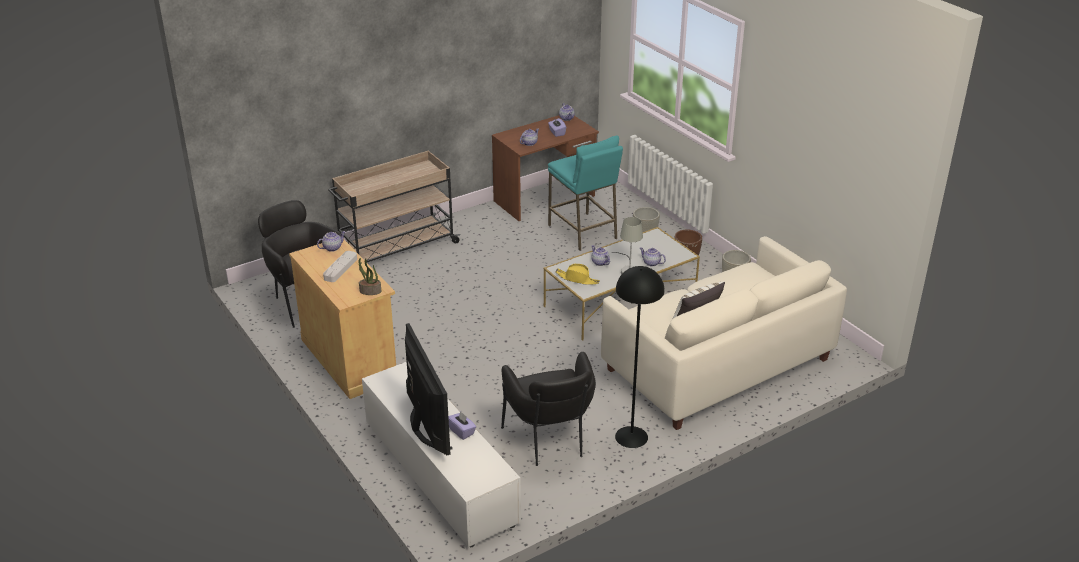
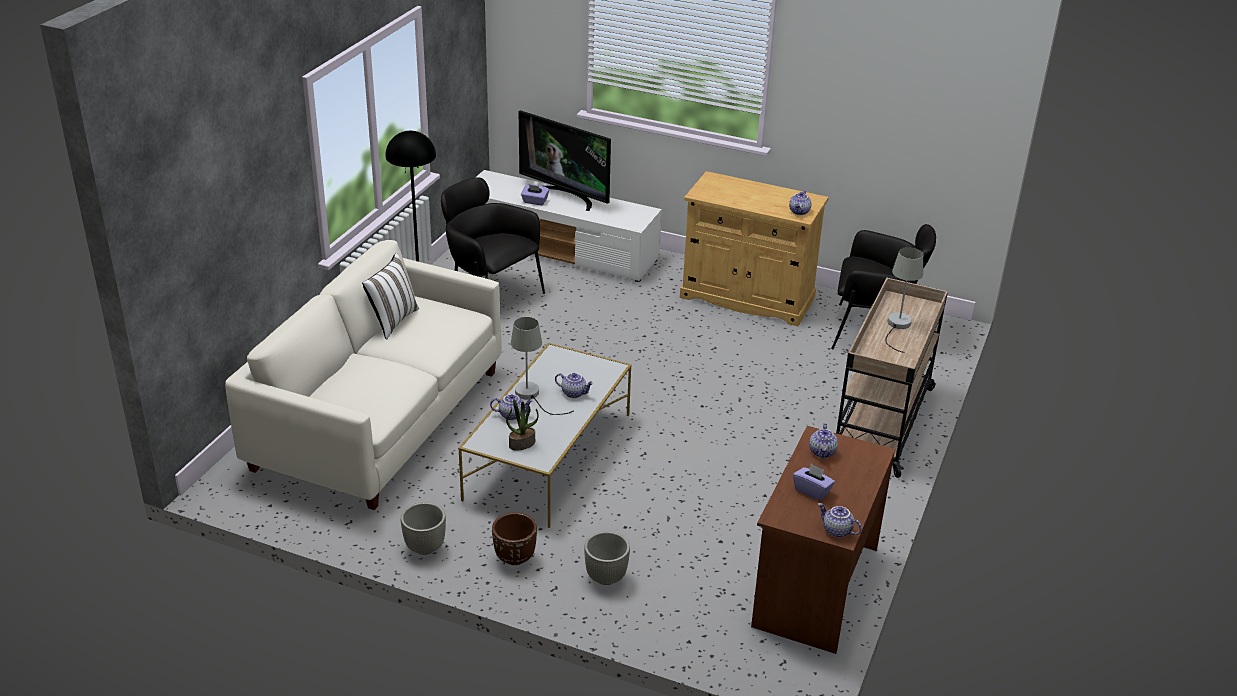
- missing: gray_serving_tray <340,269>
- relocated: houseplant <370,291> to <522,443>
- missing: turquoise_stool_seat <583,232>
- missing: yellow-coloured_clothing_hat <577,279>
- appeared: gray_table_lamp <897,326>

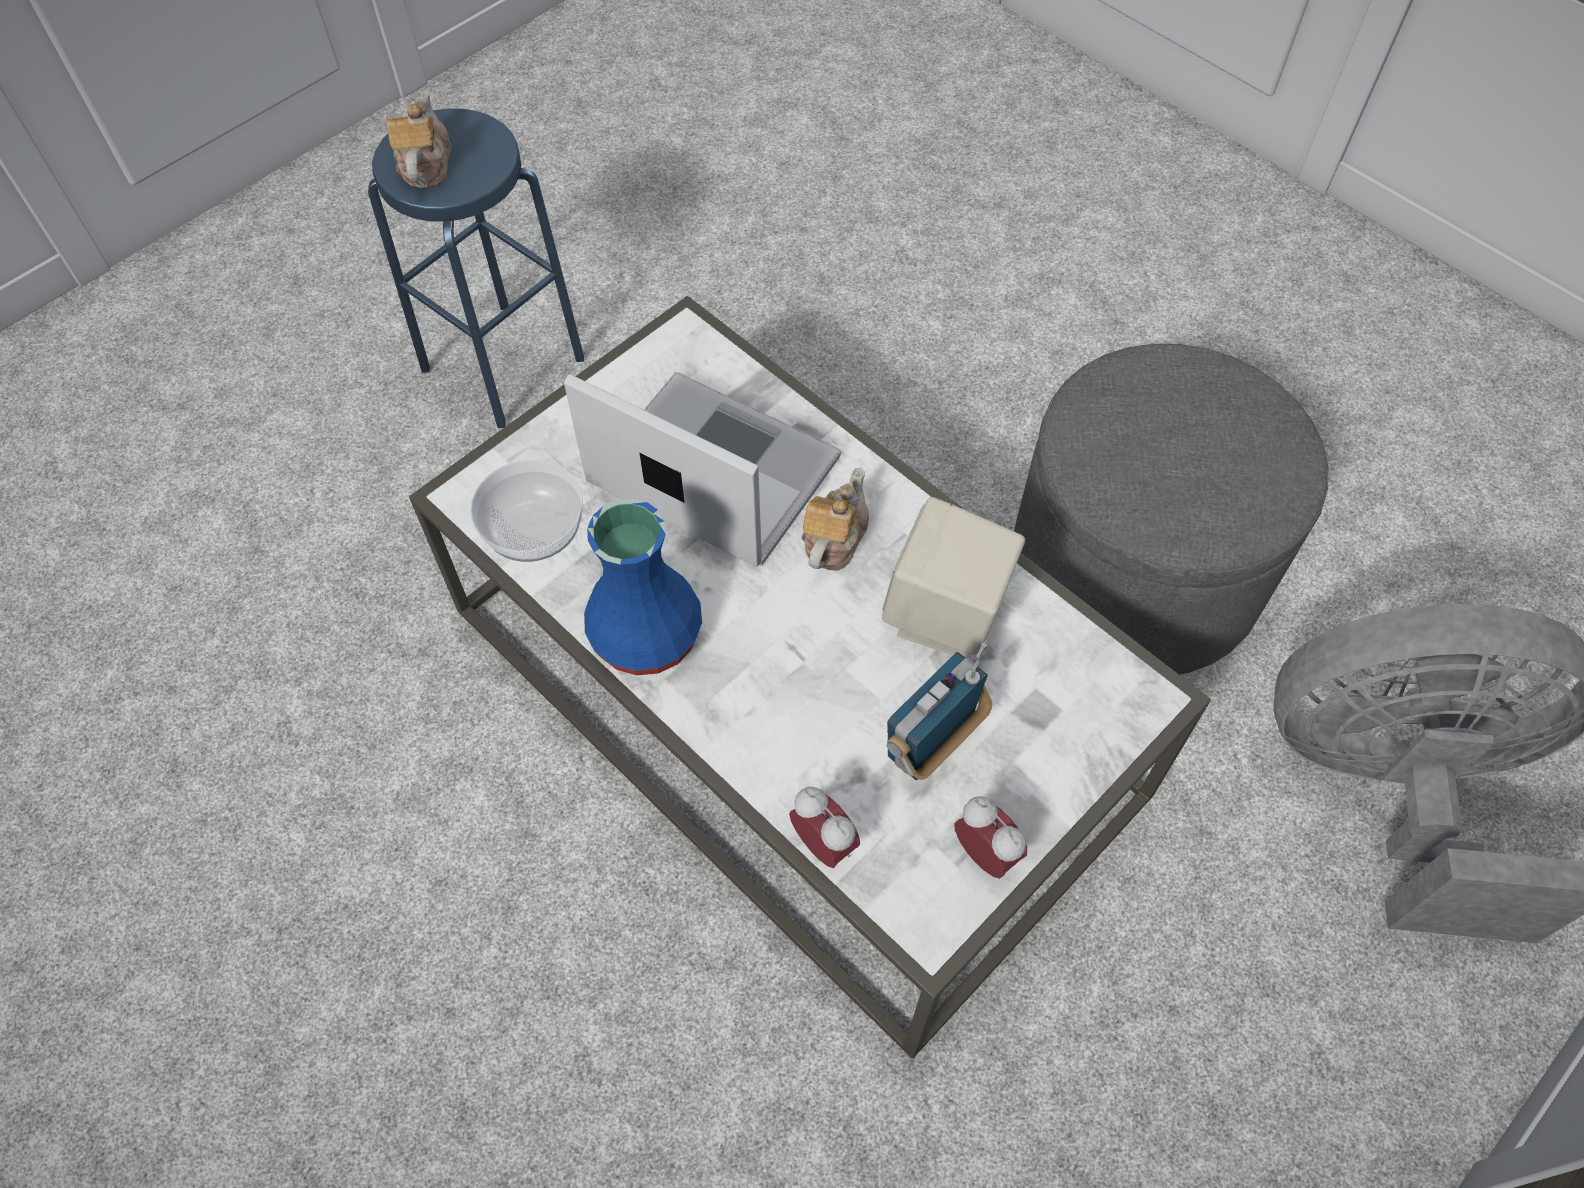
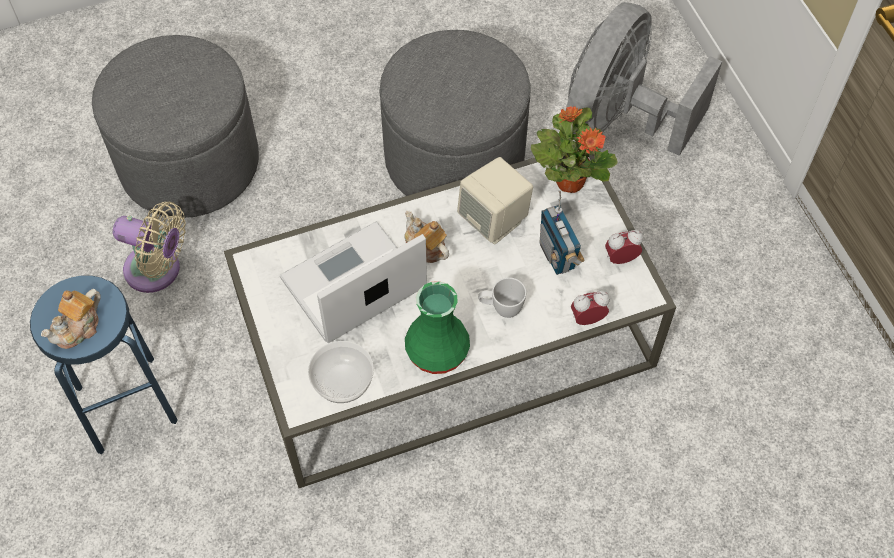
- spun: pot_for_tea <425,164> = <78,328> 75 degrees counterclockwise
- colour: bluish_vase <647,632> to green-coloured_vase <436,350>
- appeared: gray_footrest <190,163>
- appeared: beige_fan <158,270>
- appeared: white-coloured_tea_mug <501,308>
- appeared: houseplant <569,181>

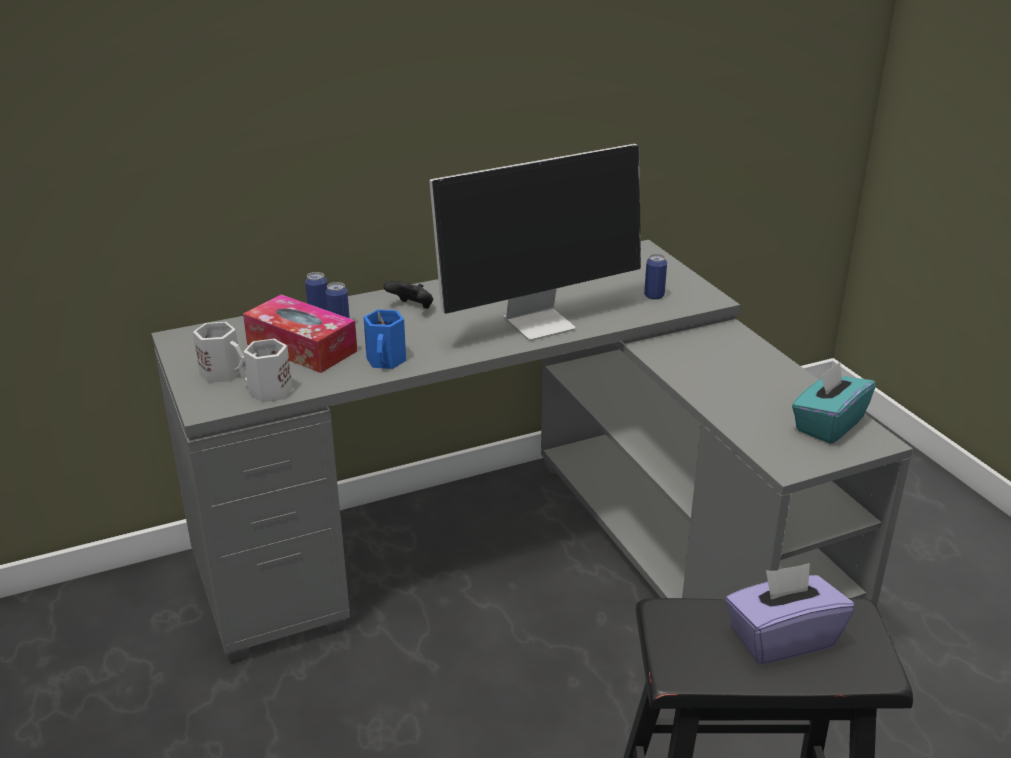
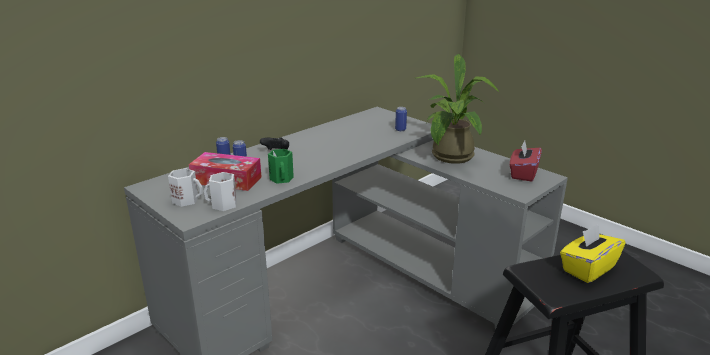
- colour: bluish_tea_mug <387,360> to green-coloured_tea_mug <282,178>
- missing: computer_display <540,322>
- colour: purple_tissue_holder <782,638> to yellow-coloured_tissue_holder <587,269>
- colour: turquoise_tissue_holder <828,425> to red_tissue_holder <523,173>
- appeared: houseplant <450,158>

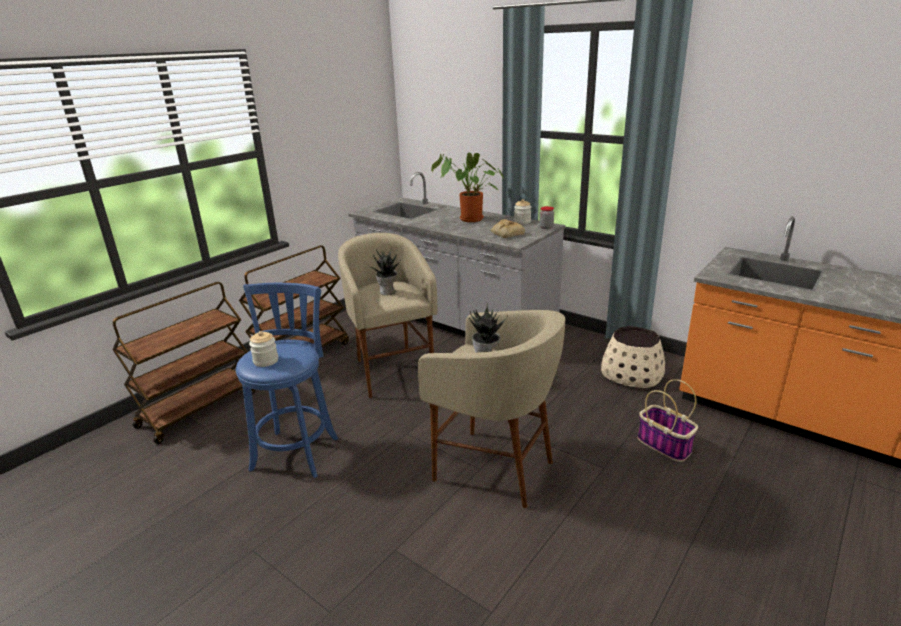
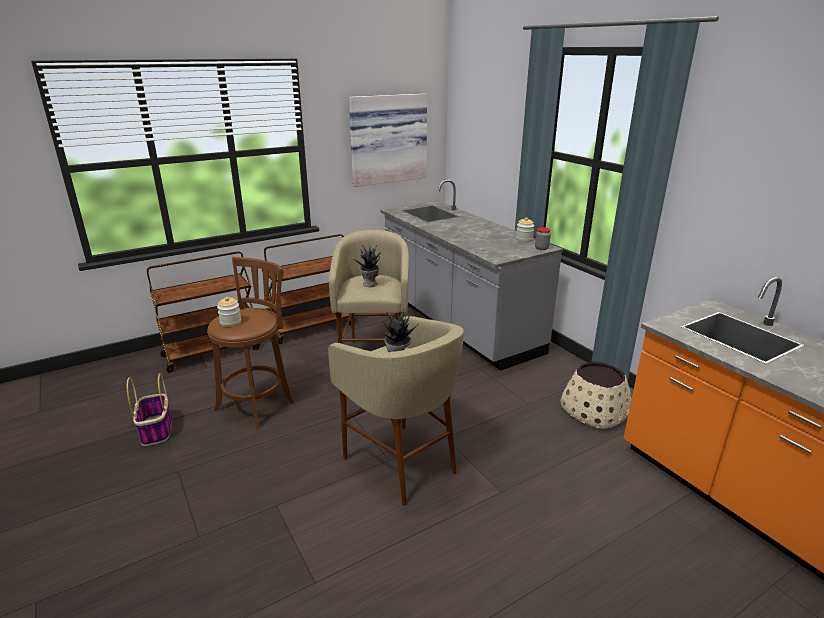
- colour: bluish_stool_seat <297,450> to brown_stool_seat <258,403>
- missing: houseplant <469,220>
- missing: baked_bread <506,233>
- relocated: storage_basket <665,445> to <156,430>
- appeared: wall_picture <387,139>

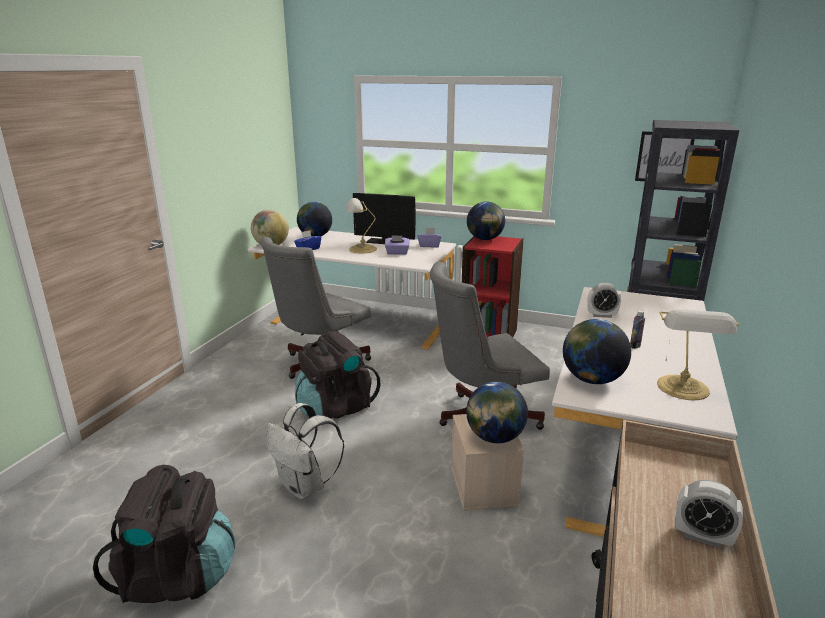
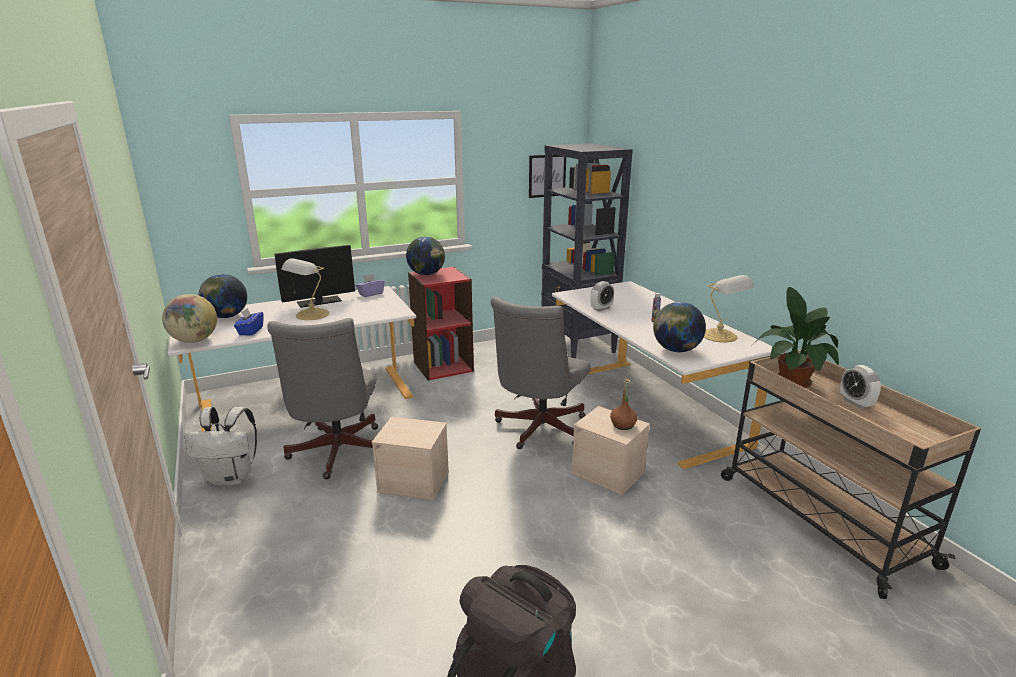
- relocated: white-coloured_rucksack <305,487> to <231,477>
- exchanged: black-coloured_rucksack <335,408> to beige_storage_bin <414,481>
- missing: purple_tissue_holder <397,253>
- exchanged: desk_globe <495,437> to brown_beverage_bottle <623,425>
- spun: bedside_clock <702,536> = <856,403> 90 degrees clockwise
- appeared: houseplant <792,379>

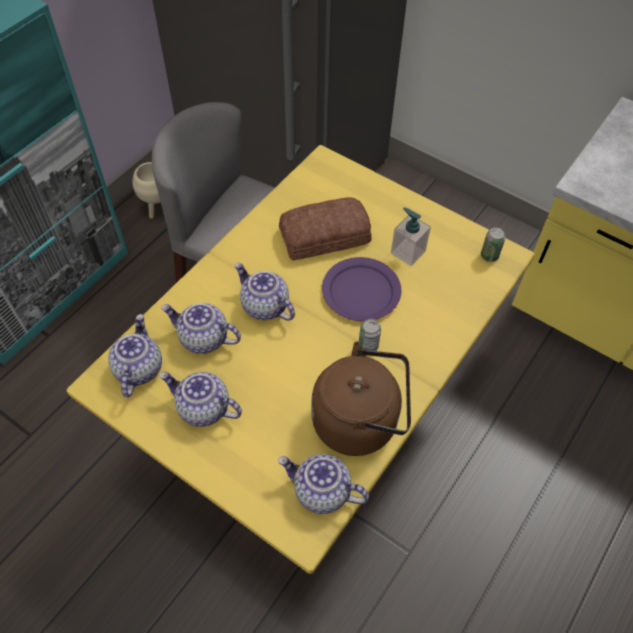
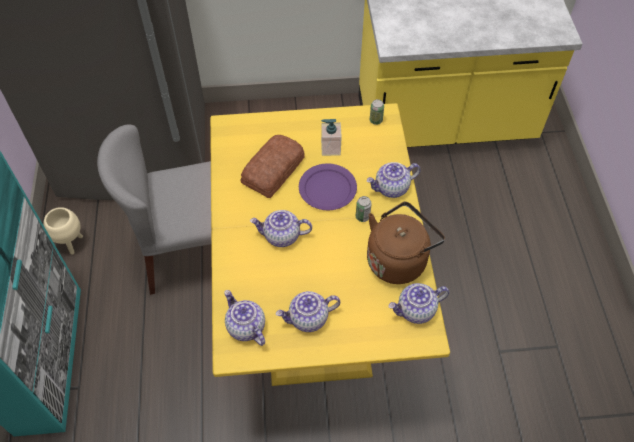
- relocated: pot_for_tea <203,339> to <391,188>

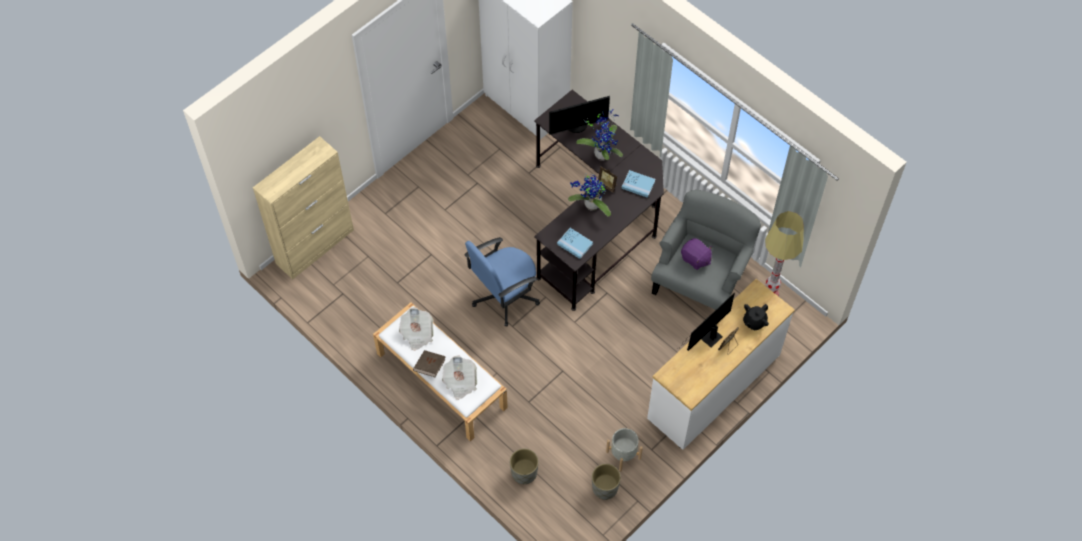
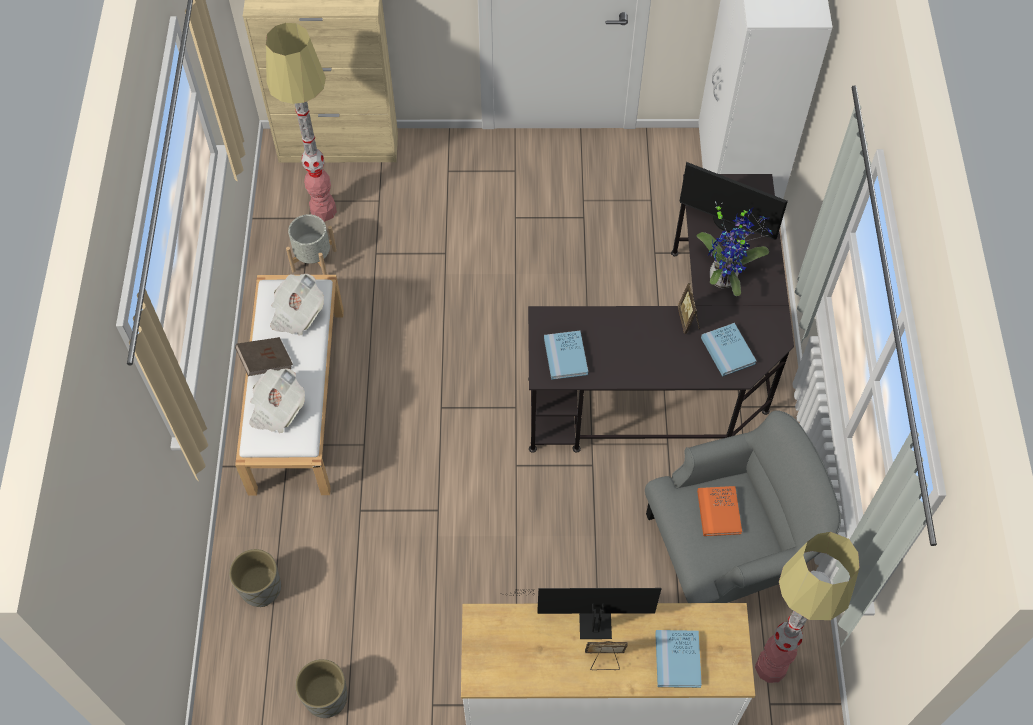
- missing: bluish_computer_chair <504,296>
- missing: houseplant <590,206>
- relocated: gray_planter <623,455> to <314,260>
- exchanged: purple_cuddly_toy <695,259> to orange_book <719,512>
- exchanged: black-coloured_pot_for_tea <754,322> to bluish_book <677,659>
- appeared: standing_lamp <323,211>

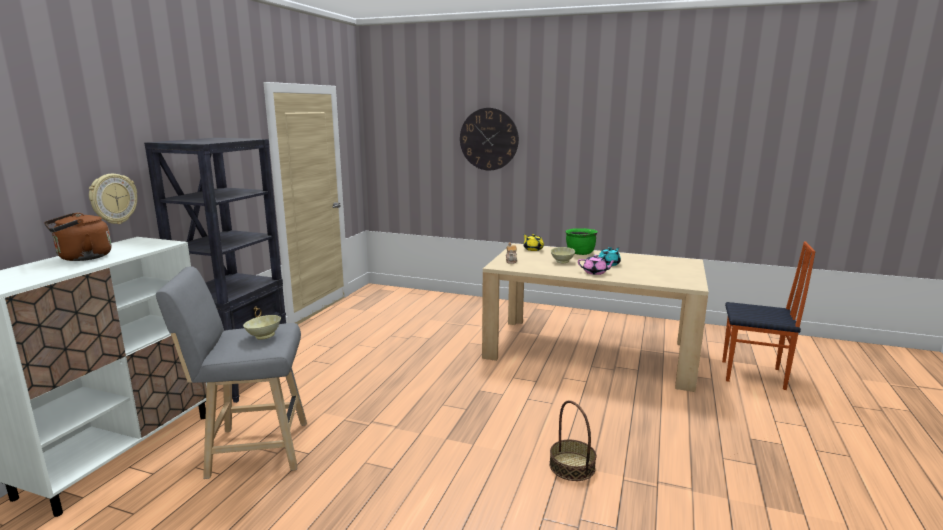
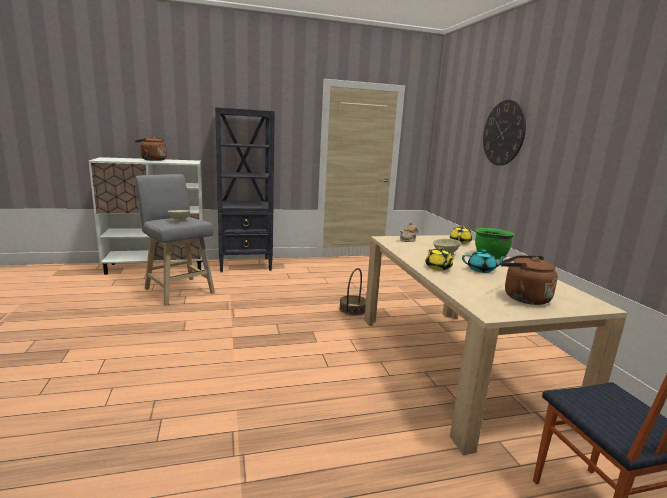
- missing: clock_on_the_wall <113,199>
- relocated: storage_basket <572,466> to <353,309>
- colour: pink_pot_for_tea <595,272> to yellow-coloured_pot_for_tea <438,268>
- appeared: brown_kettle <523,298>

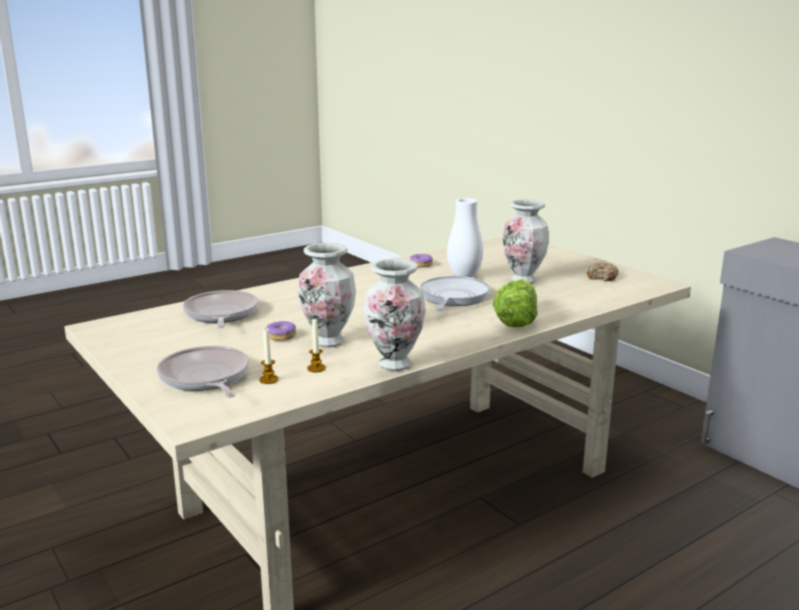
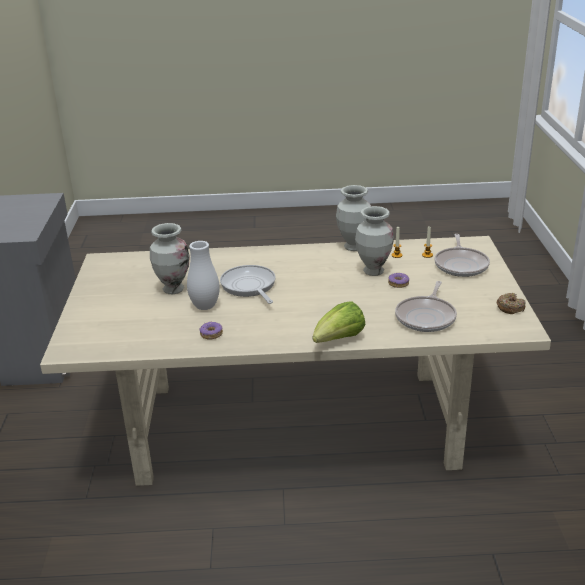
- spun: frying_pan <452,297> = <249,286> 105 degrees clockwise
- relocated: head_of_lettuce <516,320> to <339,340>
- relocated: doughnut <602,277> to <510,308>

